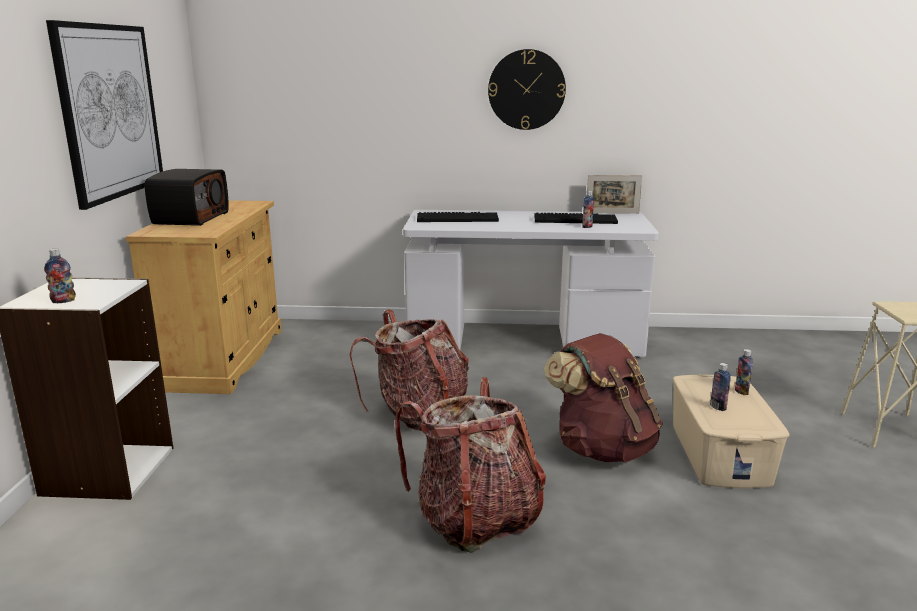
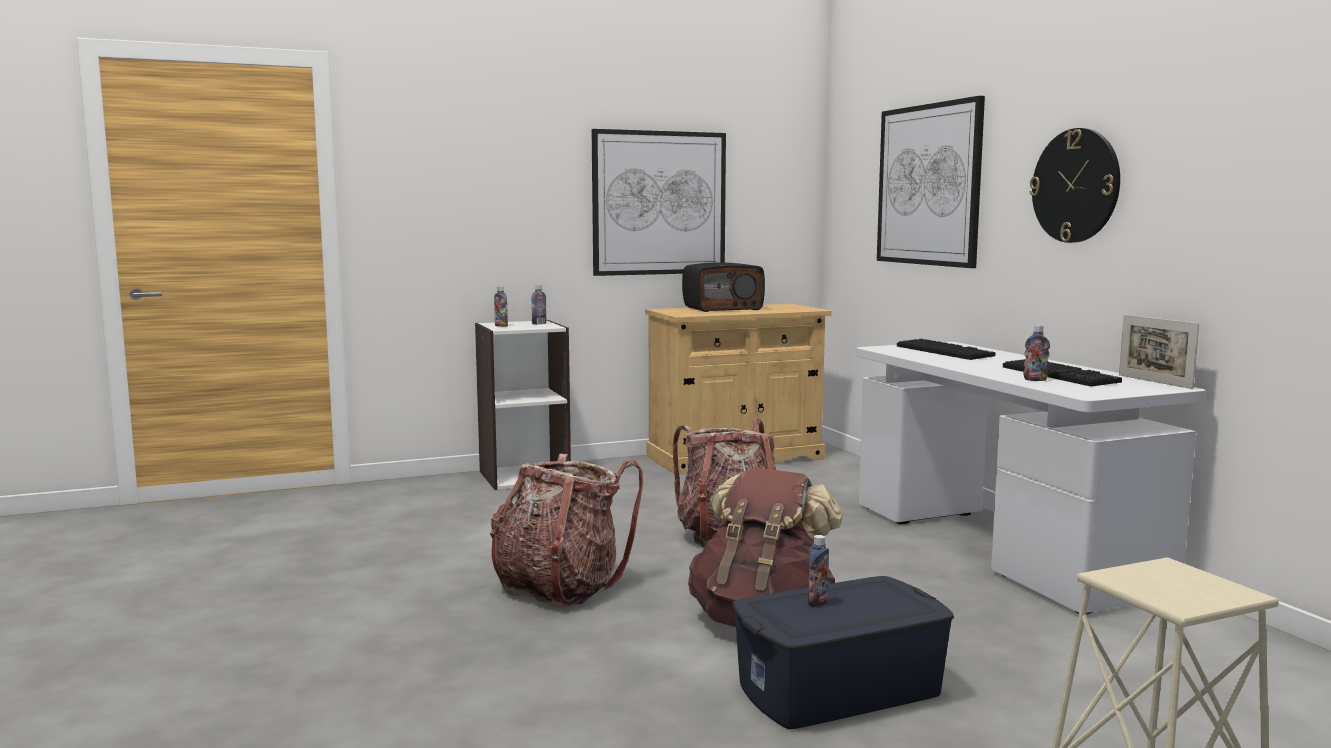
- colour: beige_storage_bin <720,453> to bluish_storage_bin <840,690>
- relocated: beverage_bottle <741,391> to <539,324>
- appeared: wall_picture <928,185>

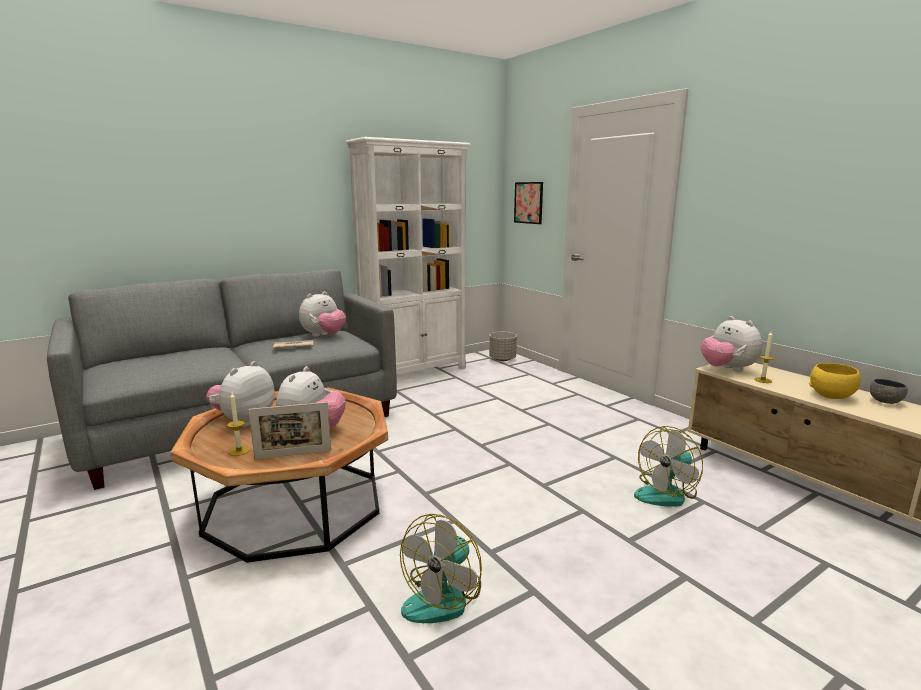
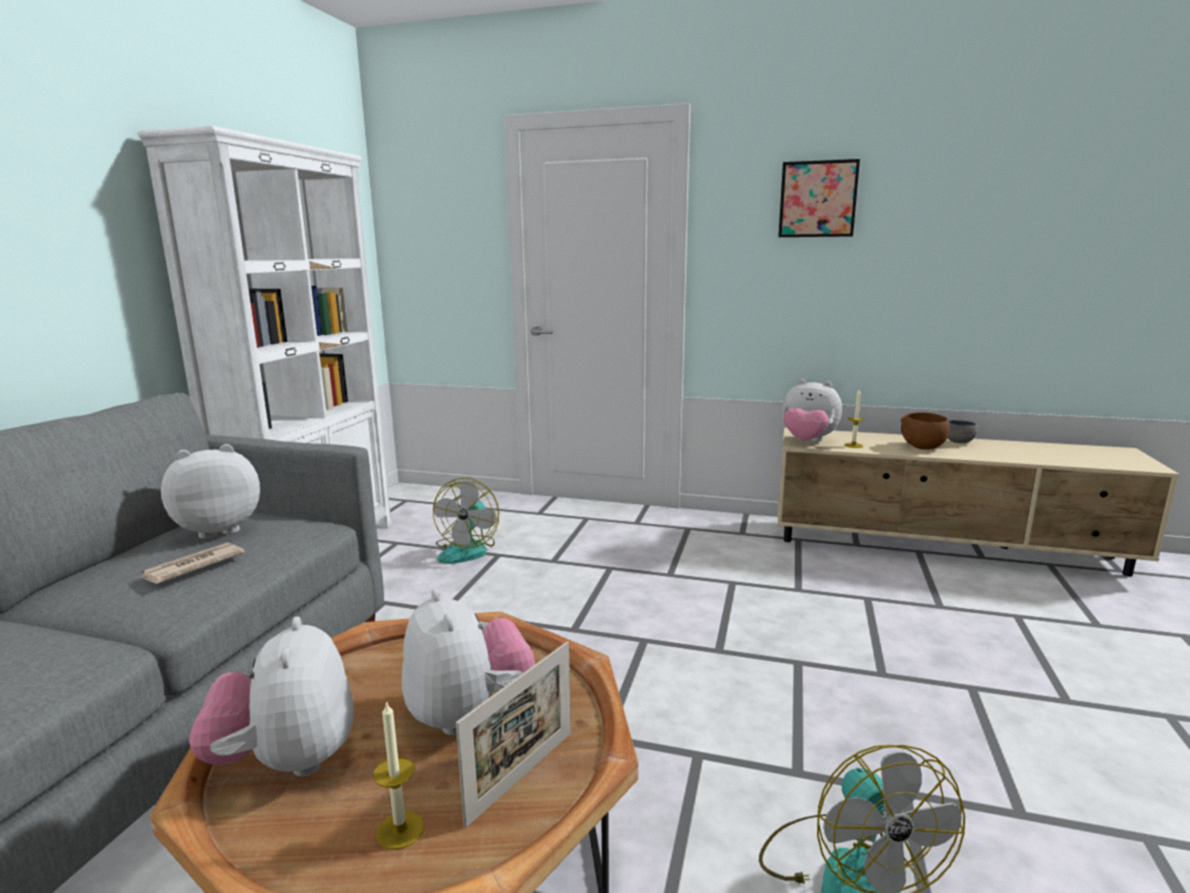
- spun: cuddly_toy <324,336> = <218,529> 120 degrees counterclockwise
- missing: gray_planter <502,359>
- relocated: wall_picture <528,202> to <817,199>
- relocated: fan <666,493> to <468,550>
- colour: yellow-coloured_deep_dish <831,396> to brown_deep_dish <923,447>

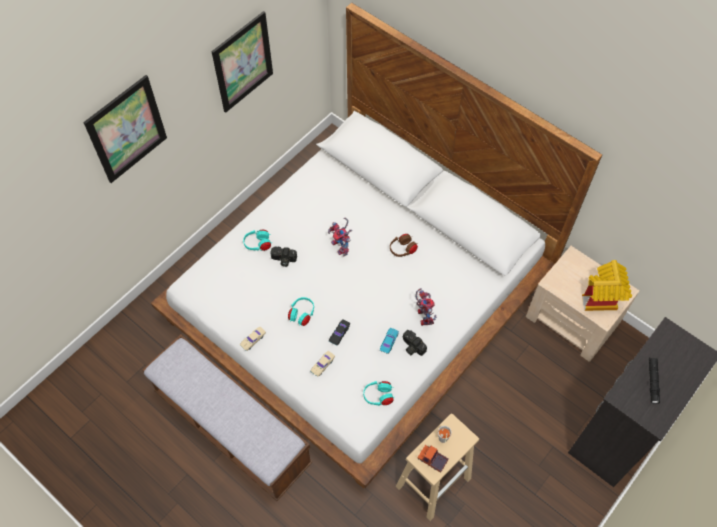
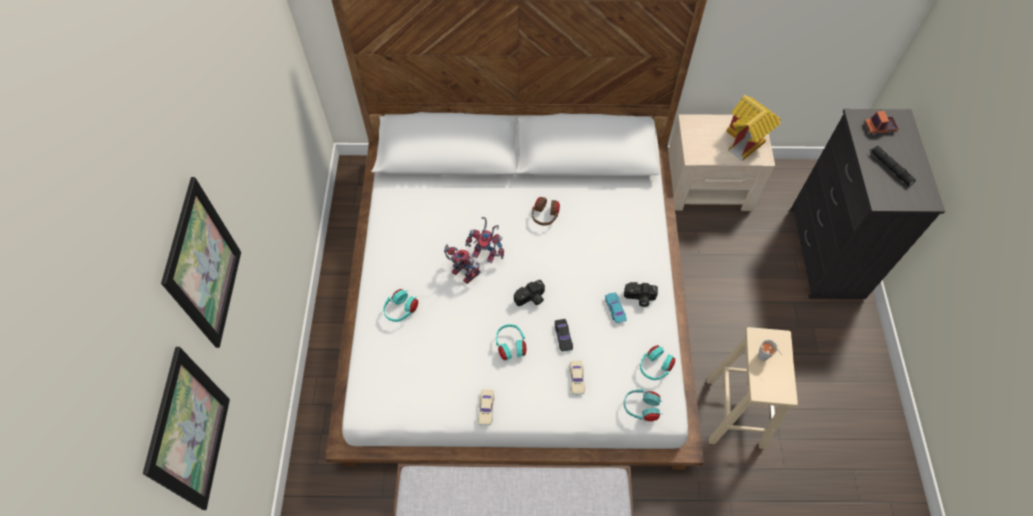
- relocated: wall_picture <243,62> to <189,431>
- relocated: still_camera <283,260> to <531,299>
- relocated: toy_robot <422,315> to <461,274>
- relocated: model_truck <432,459> to <879,128>
- appeared: turquoise_pair_of_headphones <641,408>

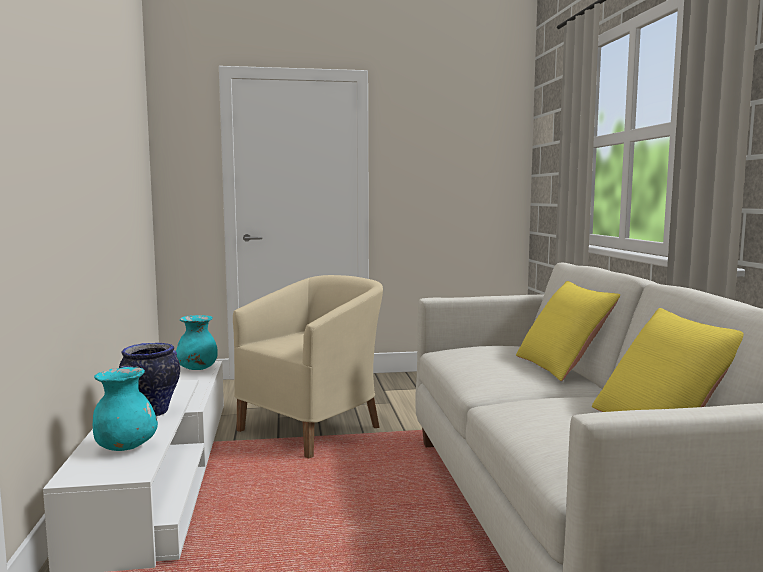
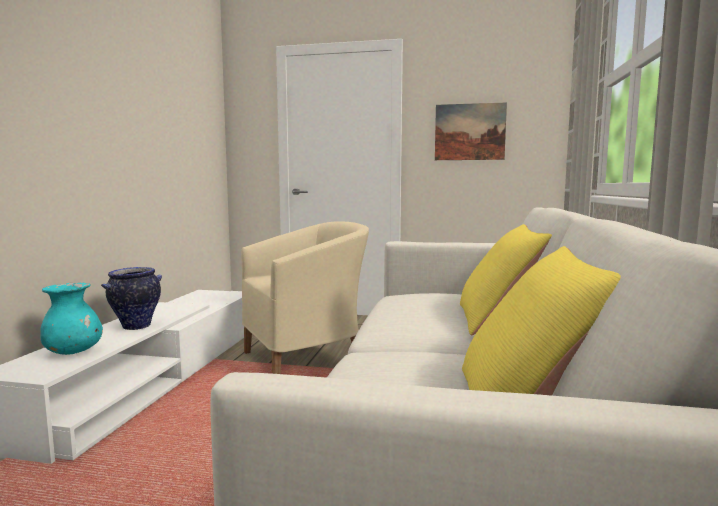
- missing: turquoise_vase <197,369>
- appeared: wall_picture <469,132>

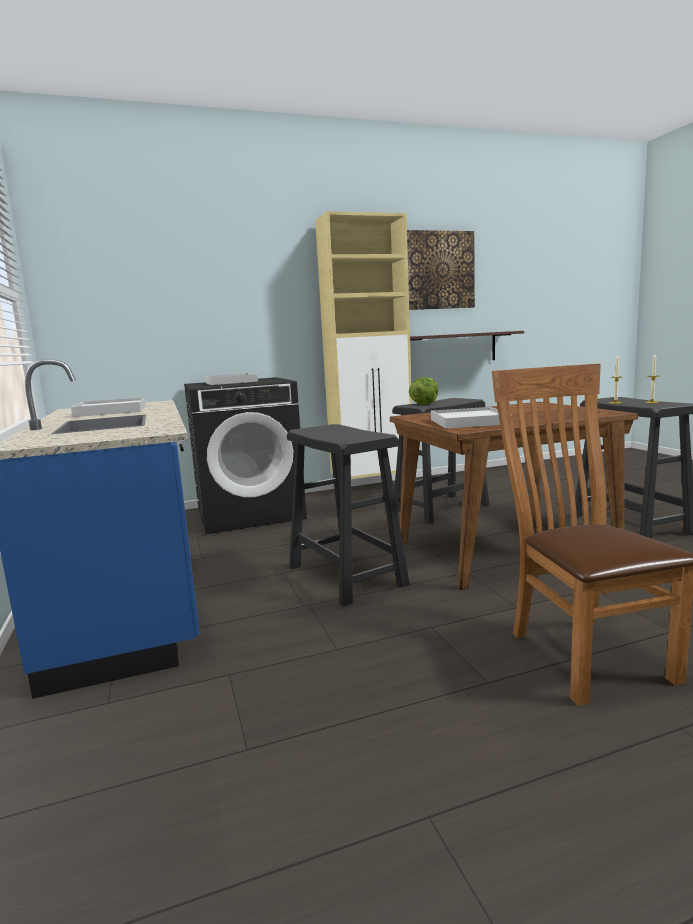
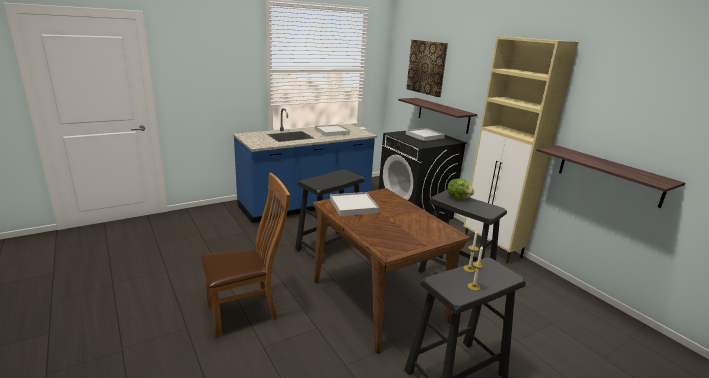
- relocated: wall_picture <439,270> to <426,67>
- appeared: shelf <443,115>

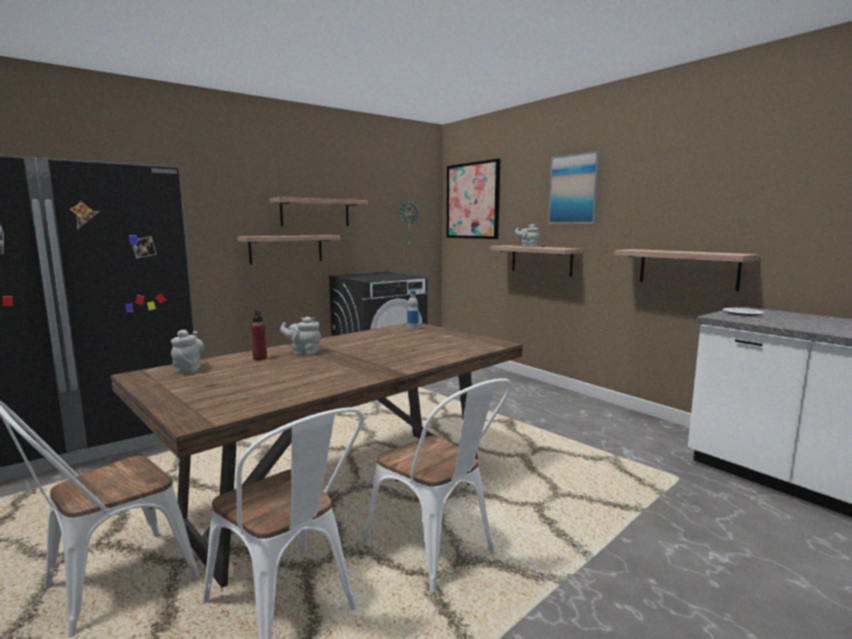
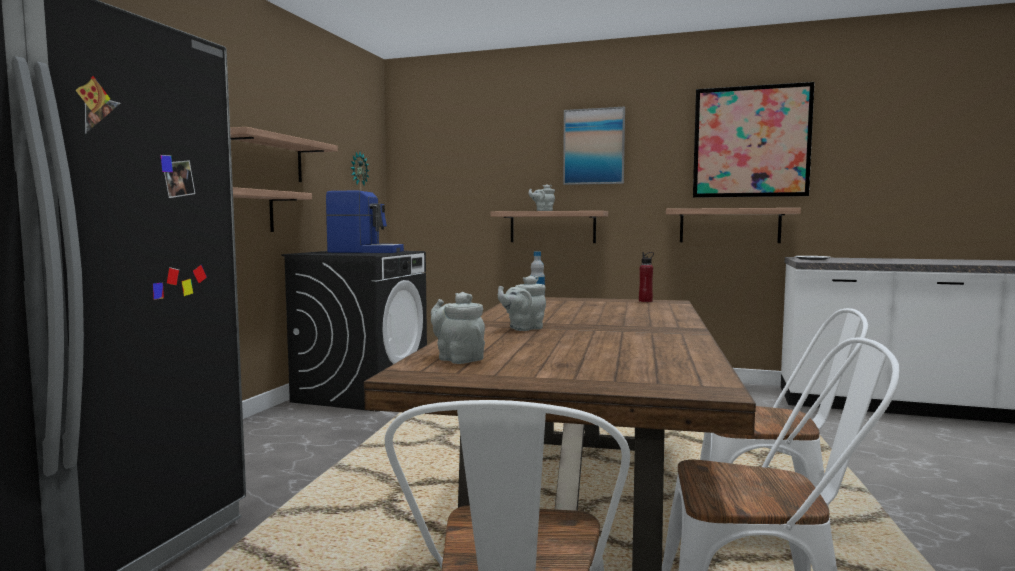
- relocated: red_beverage_bottle <260,358> to <645,301>
- relocated: wall_picture <472,201> to <751,142>
- appeared: coffee_machine <365,251>

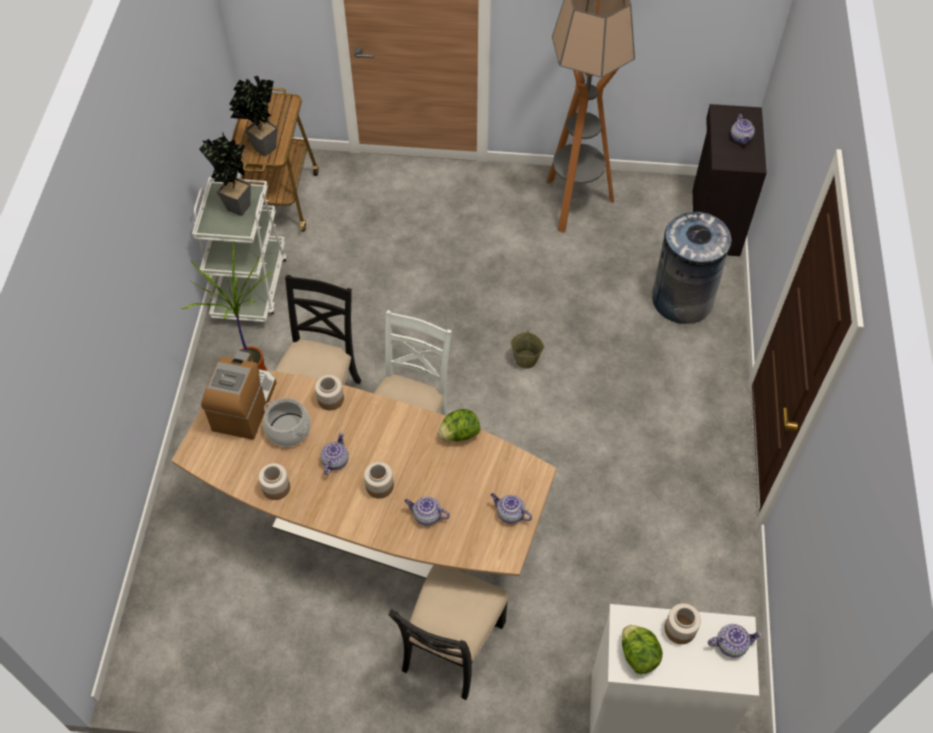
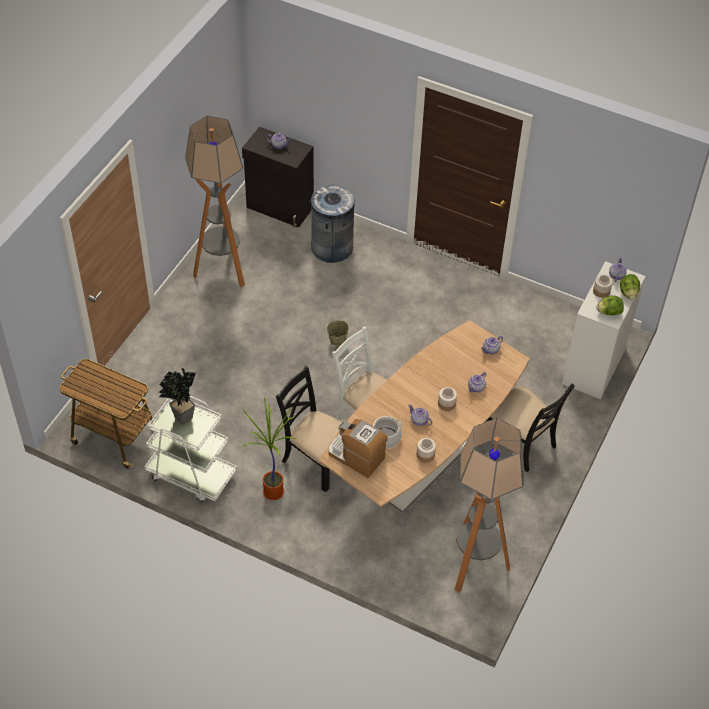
- missing: houseplant <261,149>
- missing: storage_jar <330,399>
- relocated: head_of_lettuce <459,434> to <628,293>
- appeared: standing_lamp <474,566>

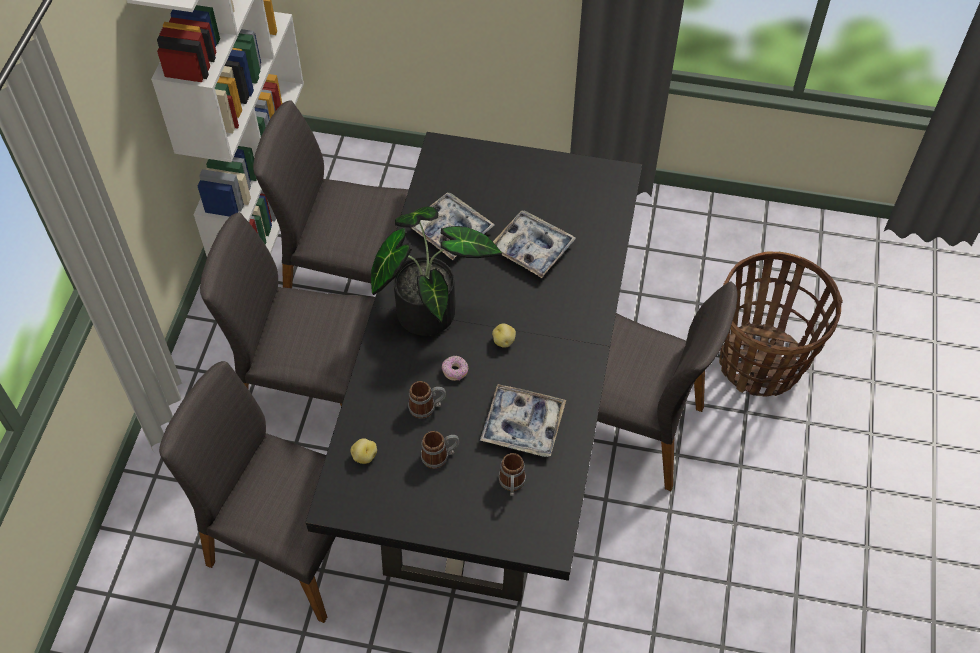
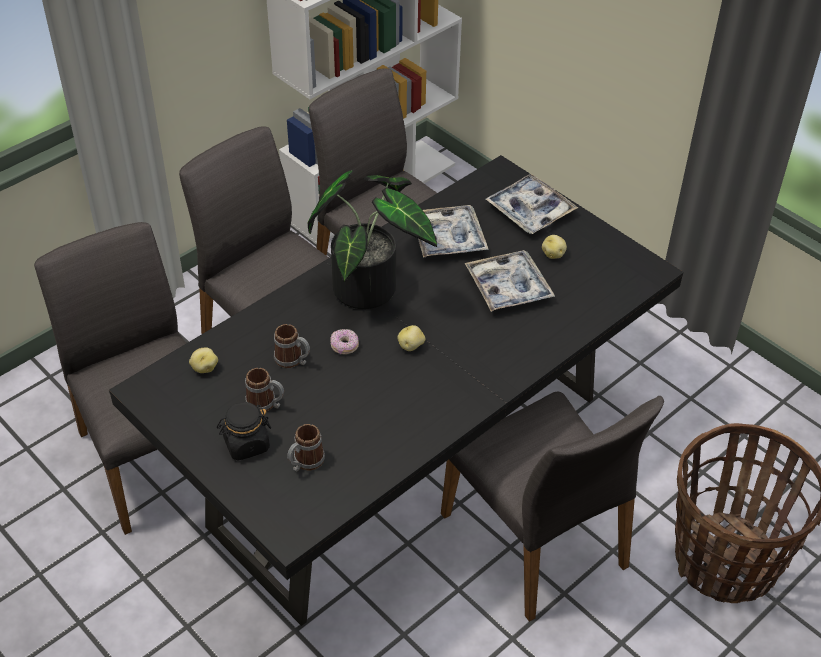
- relocated: serving_tray <522,425> to <530,210>
- appeared: black-coloured_storage_jar <246,444>
- appeared: whole_potato <553,254>

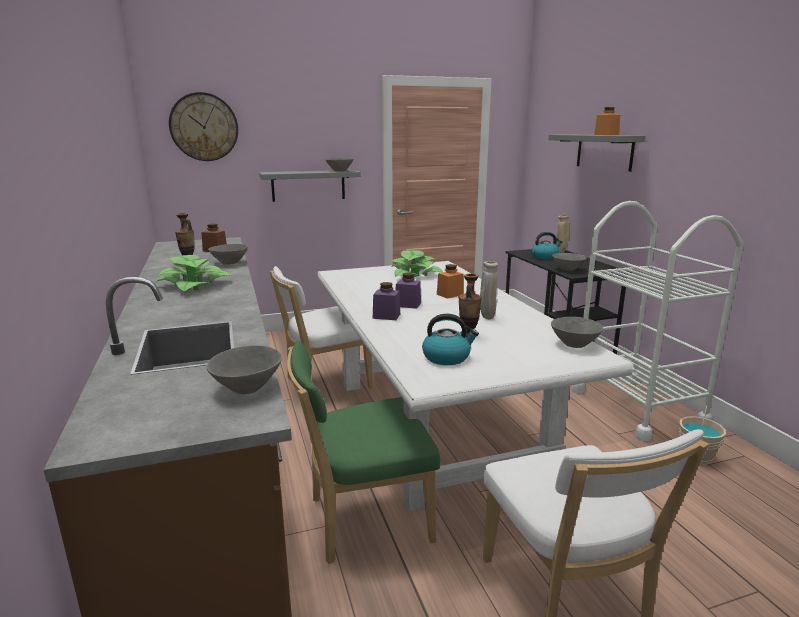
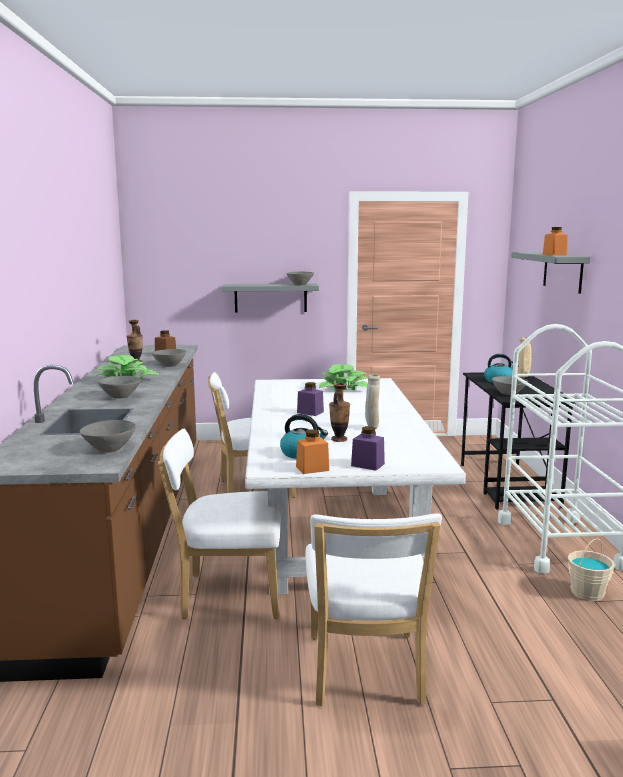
- missing: clock_on_the_wall <204,127>
- colour: green-coloured_plain_chair <363,520> to white-coloured_plain_chair <227,595>
- relocated: purple_storage_jar <386,316> to <367,465>
- relocated: orange_storage_jar <450,294> to <312,468>
- relocated: gray_deep_dish <575,344> to <121,396>

